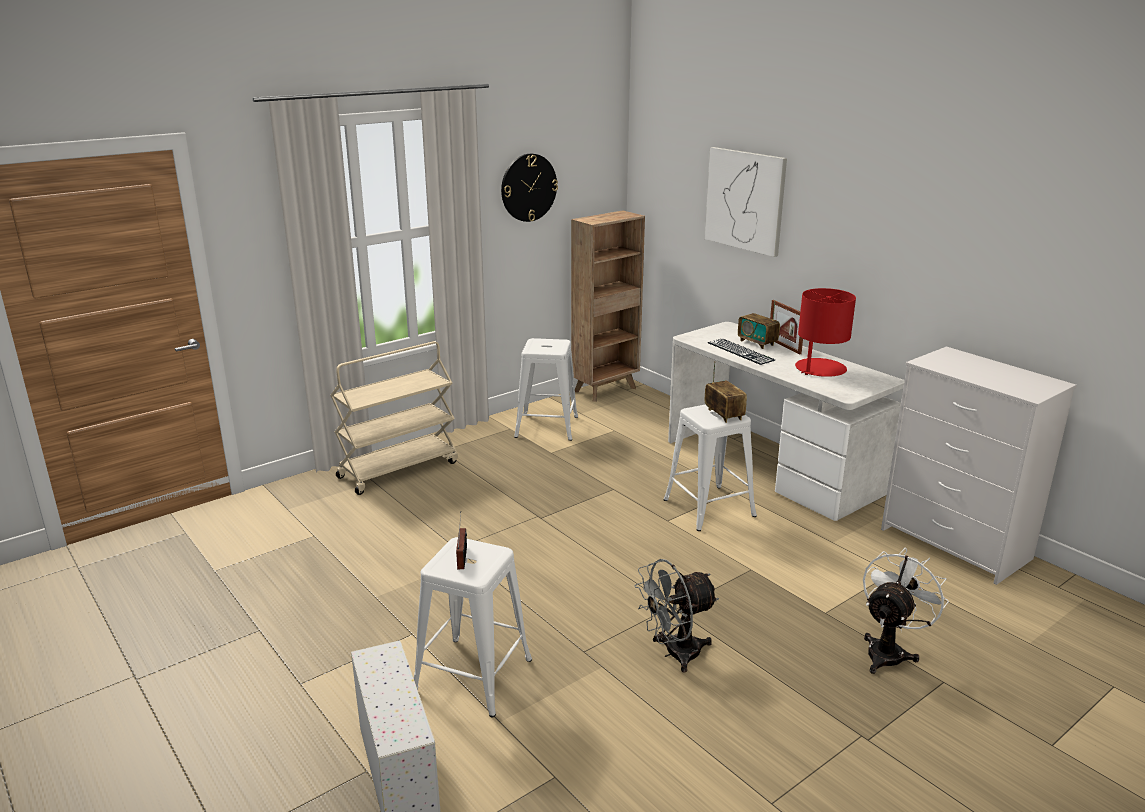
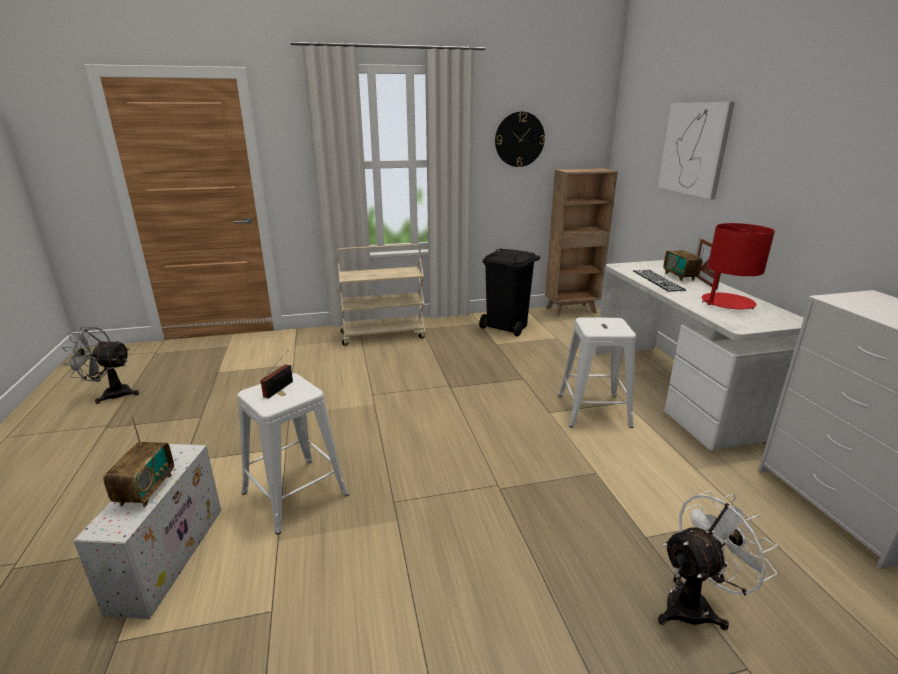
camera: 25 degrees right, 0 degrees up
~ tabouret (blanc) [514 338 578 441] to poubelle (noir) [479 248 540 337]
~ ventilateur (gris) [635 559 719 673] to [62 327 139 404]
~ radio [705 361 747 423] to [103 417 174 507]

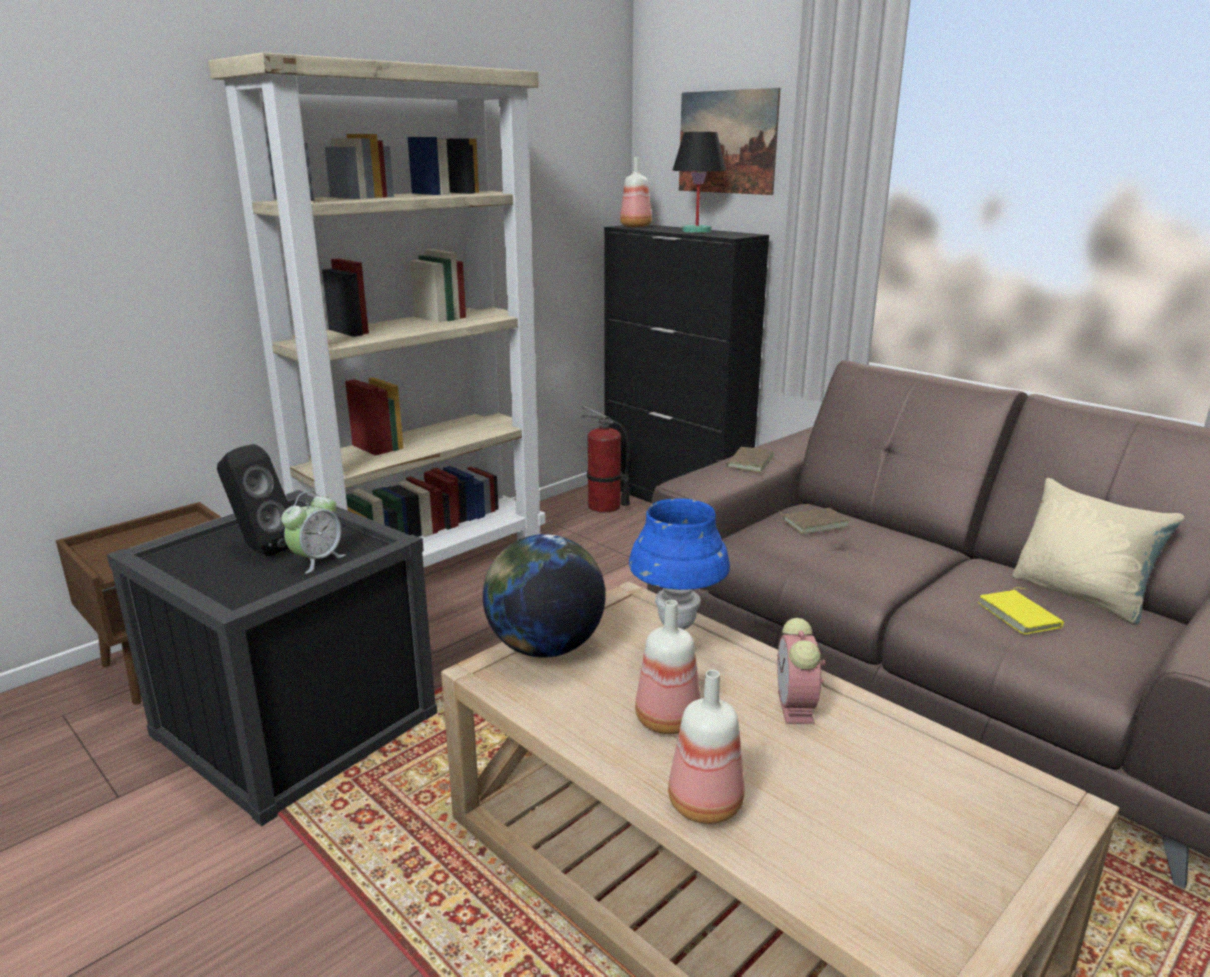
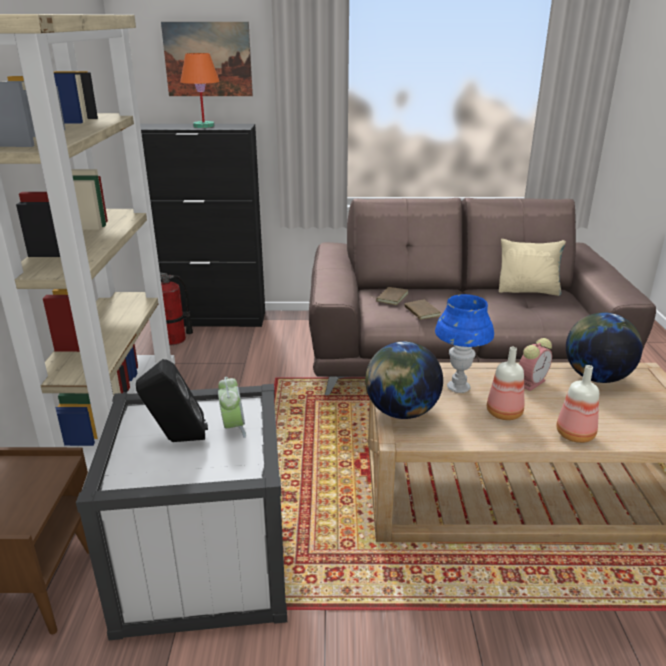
camera: 45 degrees left, 5 degrees up
~ boîte de rangement (noir) [106 490 437 826] to boîte de rangement (blanc) [76 384 287 640]
- bouteille [620 158 652 227]
~ lampe de table (noir) [673 132 726 233] to lampe de table (orange) [180 53 220 128]
~ livre (marron) [717 447 774 472] to [404 300 440 320]
~ réveil [777 618 826 724] = [519 338 552 391] 90 degrees counterclockwise
- livre (jaune) [978 587 1064 635]
+ globe [566 312 643 383]

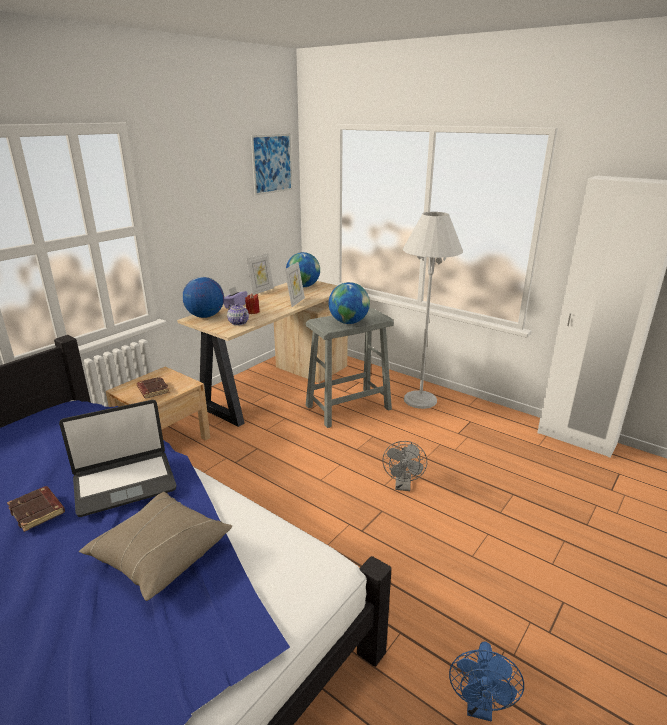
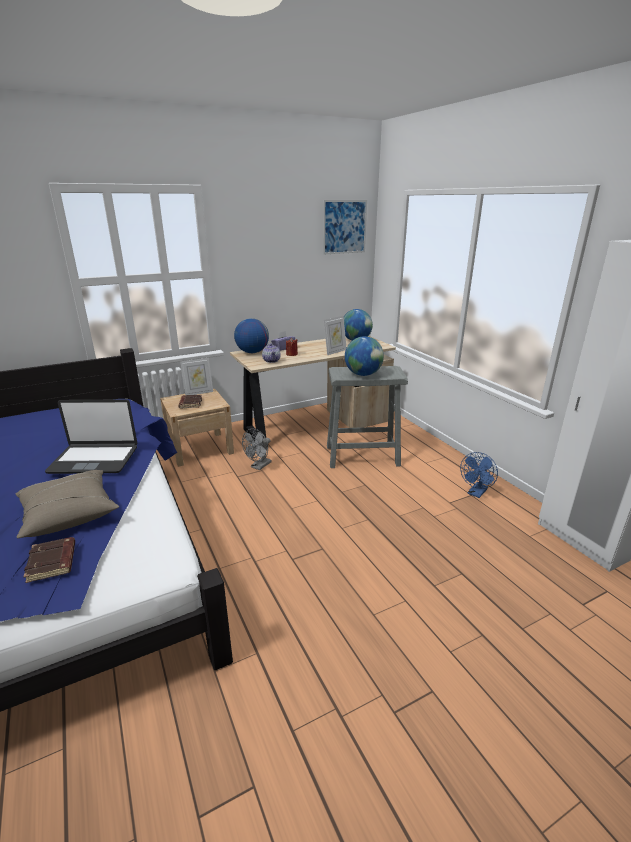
camera: 25 degrees right, 0 degrees up
~ livre (marron) [7 486 65 532] to [23 537 75 583]
~ cadre photo [246 253 274 295] to [180 358 213 395]
~ ventilateur (gris) [382 441 427 491] to [242 429 272 470]
- lampadaire (blanc) [403 212 463 409]
~ ventilateur (bleu) [449 642 524 722] to [460 452 498 498]

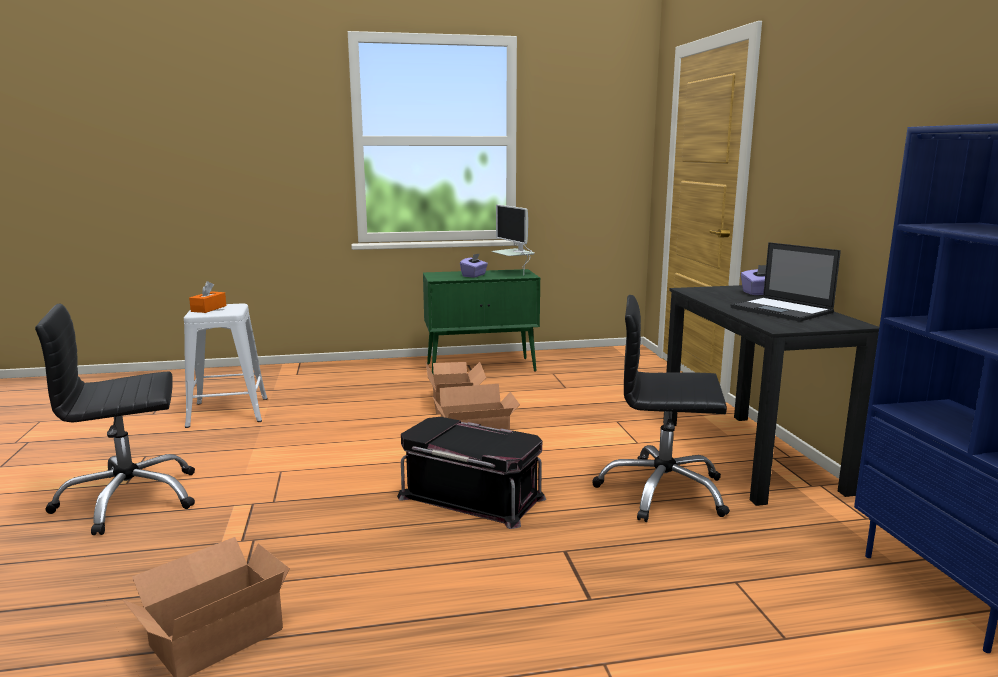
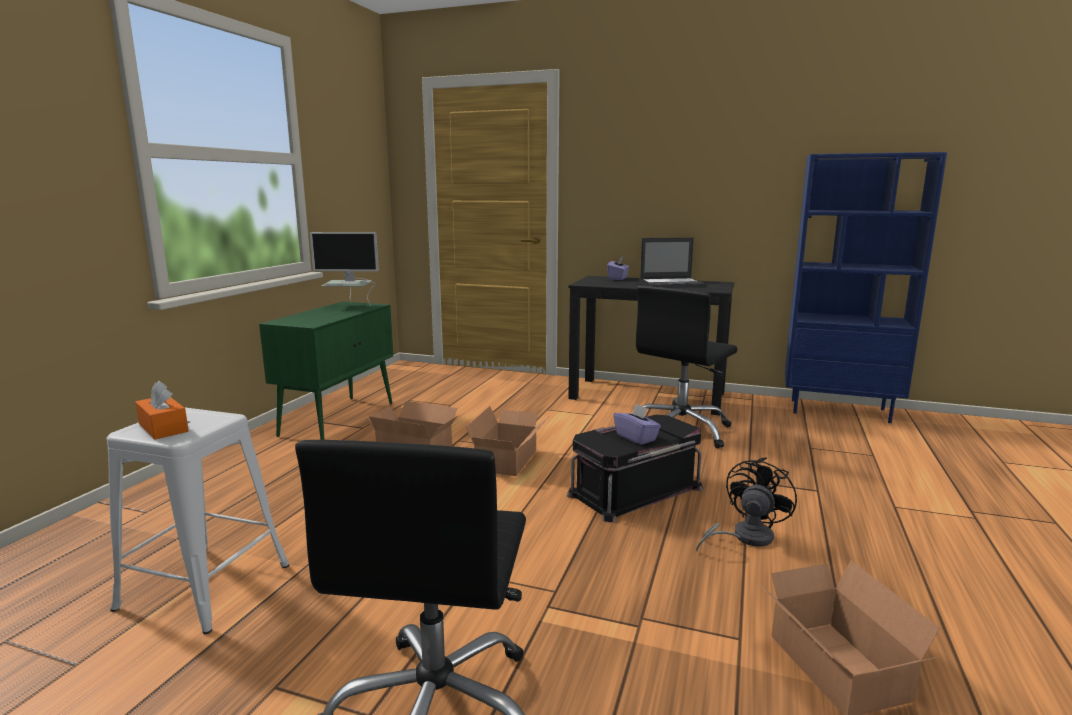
camera: 60 degrees left, 0 degrees up
~ boîte à mouchoirs (violet) [460 253 488 278] to [614 403 661 445]
+ ventilateur (noir) [696 457 797 551]

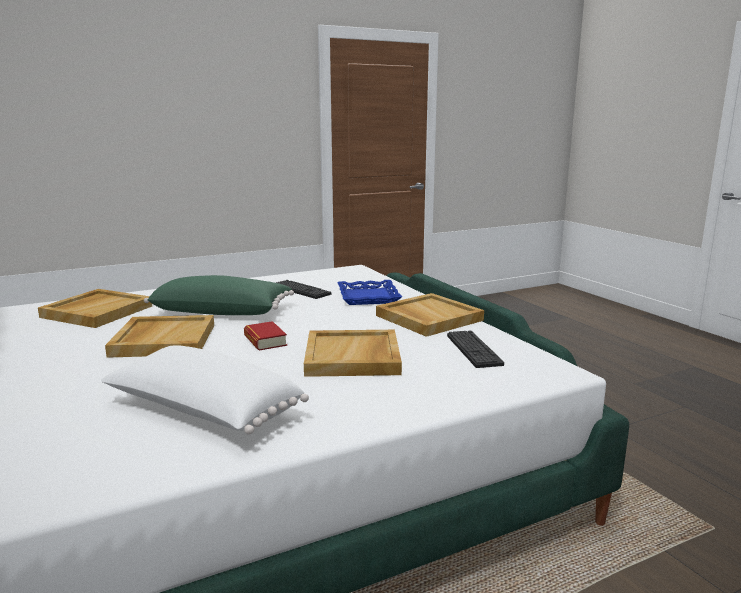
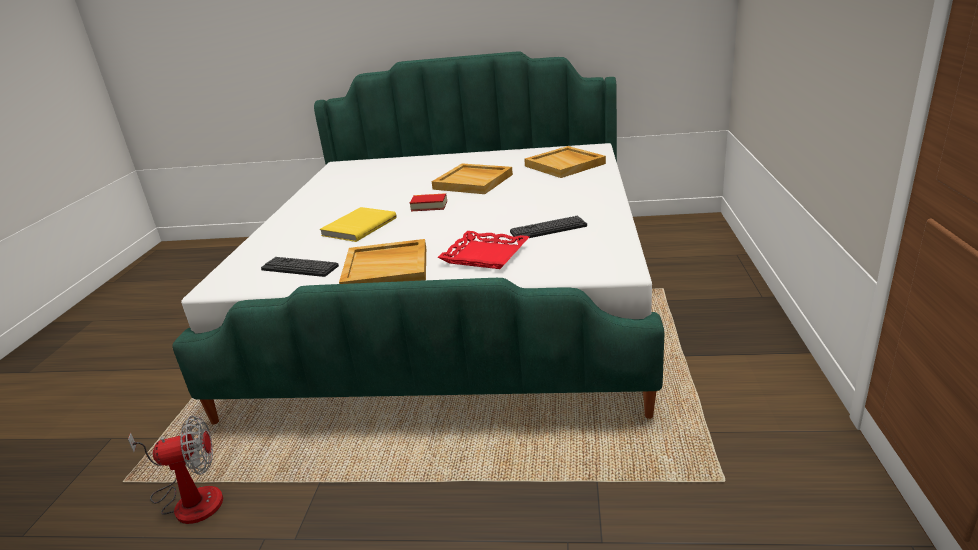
camera: 125 degrees right, 10 degrees up
- coussin (blanc) [101 345 309 434]
- coussin (vert) [144 275 294 315]
~ plateau (beige) [304 330 402 377] to livre (jaune) [320 207 396 242]
~ plateau (bleu) [337 280 402 305] to plateau (rouge) [438 231 529 269]
+ ventilateur [128 416 223 524]

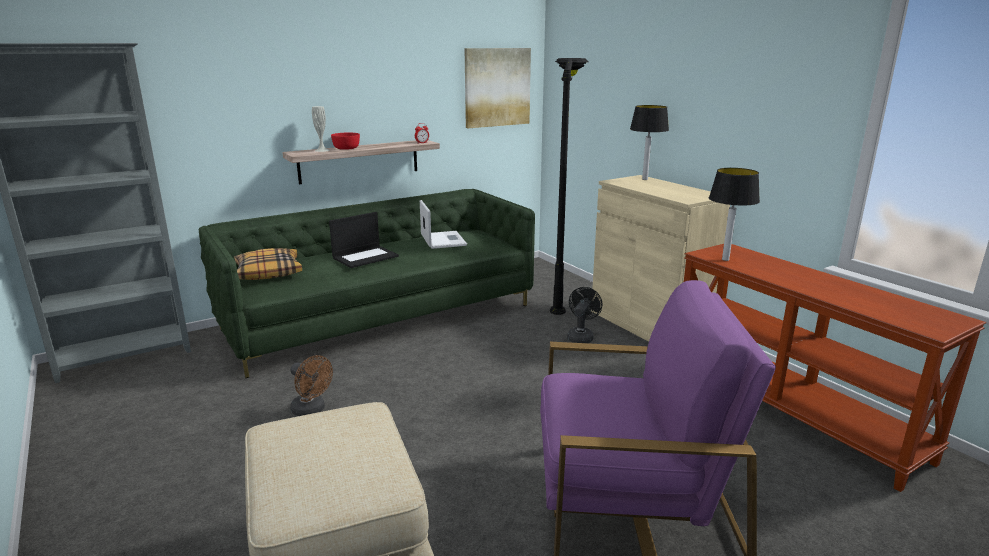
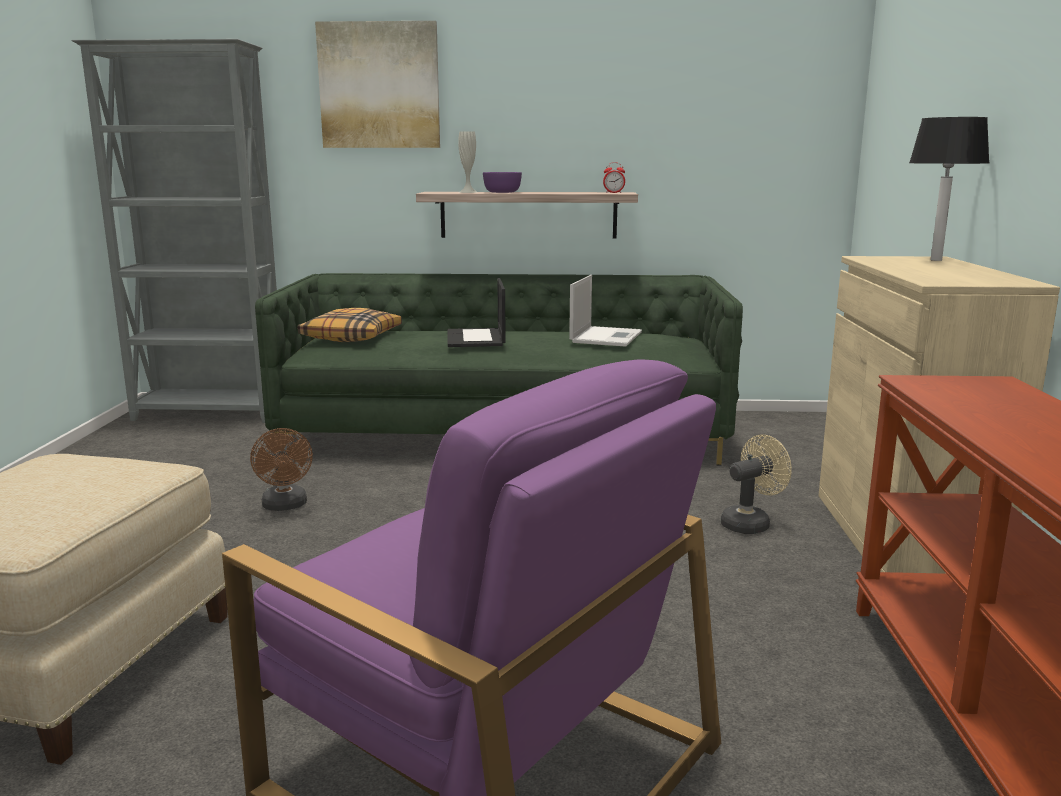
camera: 35 degrees right, 5 degrees down
~ ordinateur portable [329 212 399 268] = [448 278 506 347] 90 degrees clockwise
~ bol (rouge) [331 133 360 150] to bol (violet) [483 172 522 193]
~ tableau [464 48 531 128] to [315 21 440 148]
- lampadaire (noir) [550 58 588 315]
~ ventilateur (noir) [567 287 602 343] to ventilateur (beige) [721 435 792 534]
- lampe de table [709 168 760 261]

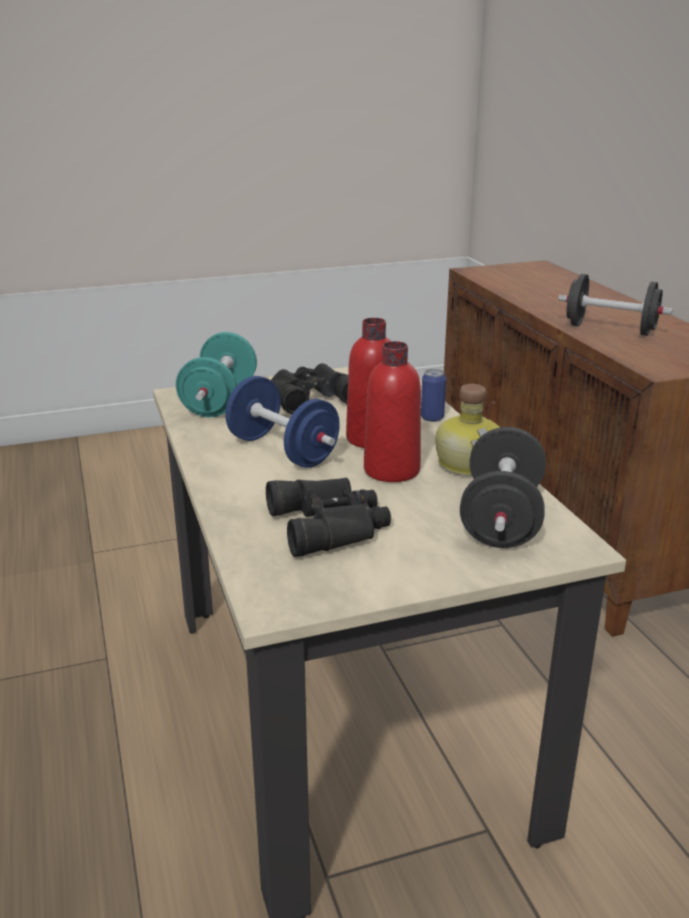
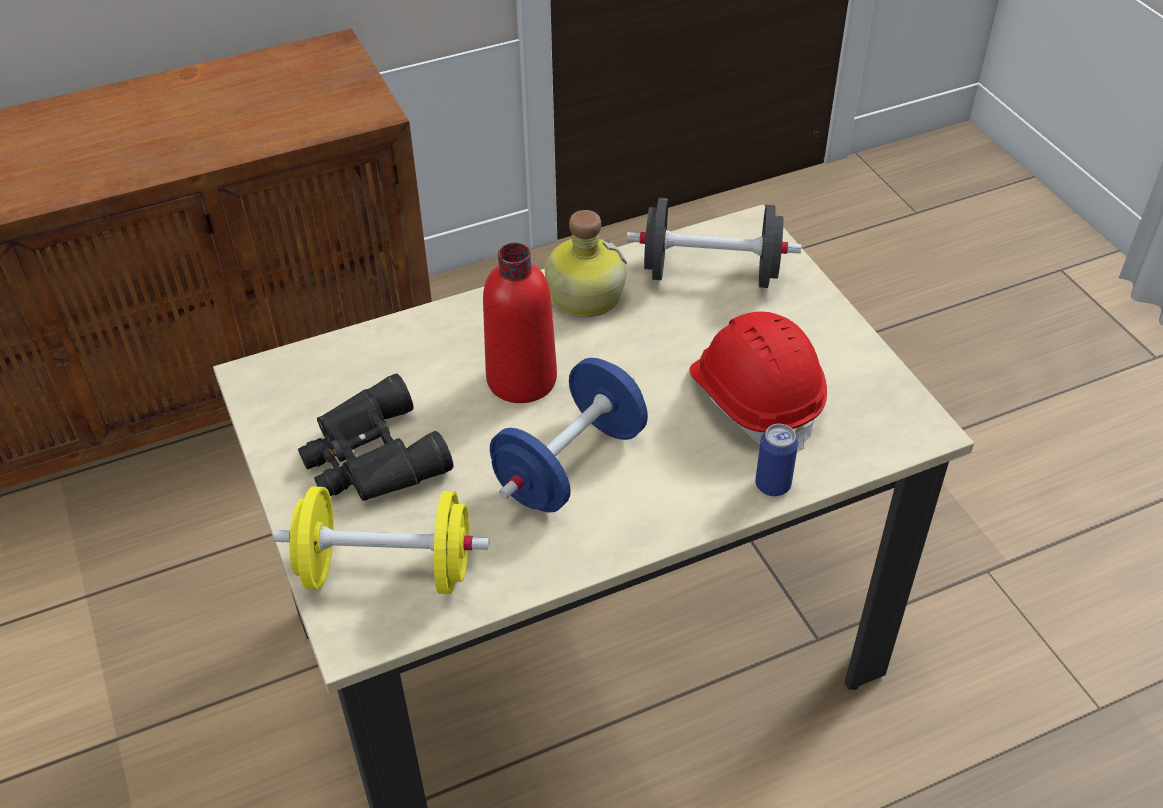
camera: 95 degrees left, 20 degrees up
~ haltère (turquoise) [176 332 257 417] to haltère (jaune) [273 487 489 594]
~ jumelles (noir) [266 477 391 557] to casque de chantier (rouge) [690 311 827 450]
- bouteille (rouge) [364 341 421 482]
~ boîte métallique [421 369 446 422] to [755 424 798 496]
- haltère (noir) [558 274 673 336]

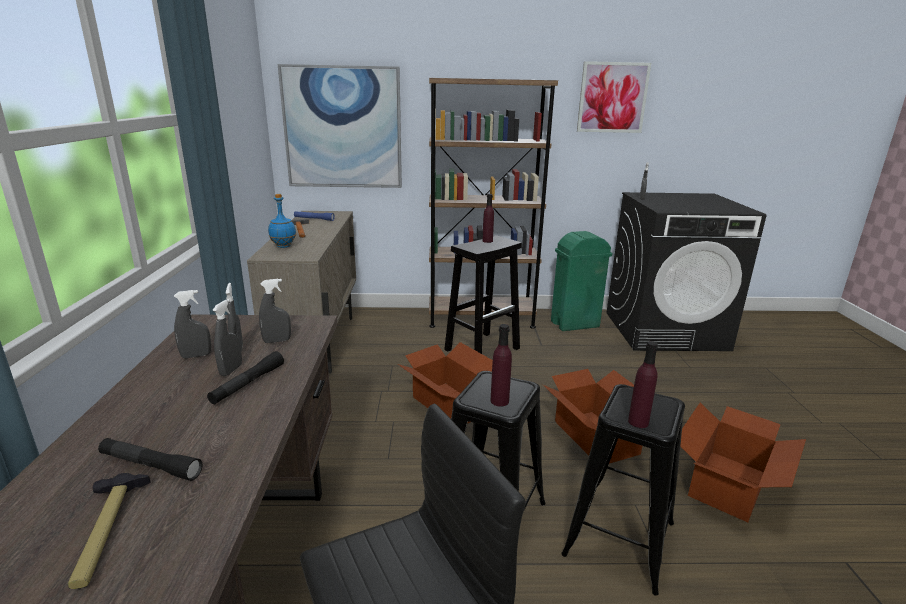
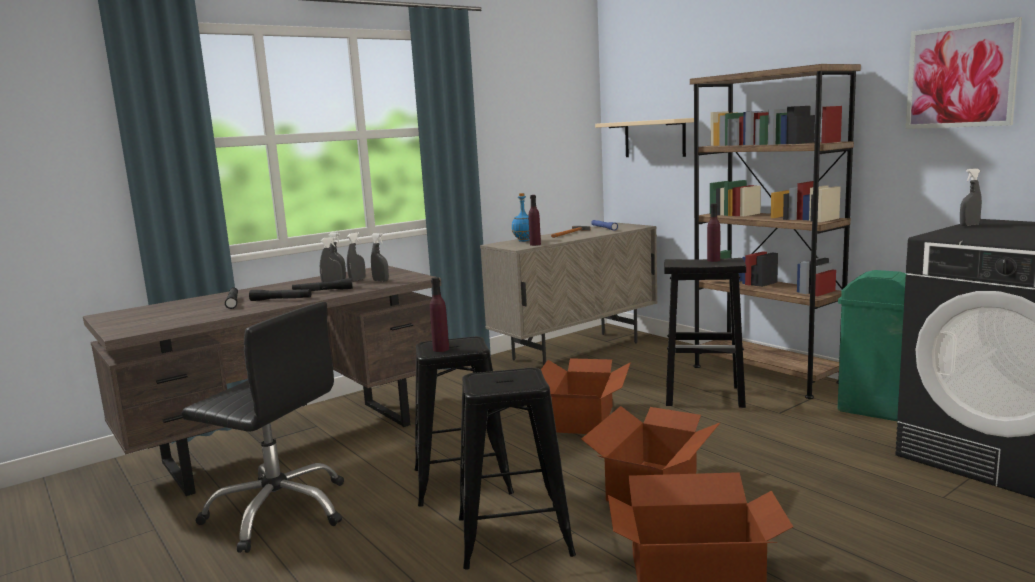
camera: 55 degrees right, 10 degrees down
- marteau [68 473 151 589]
~ tableau [278 64 402 188] to étagère (beige) [595 118 694 157]
~ bouteille (violet) [628 341 658 428] to [529 195 541 246]
+ lampe de poche (noir) [249 289 311 301]

